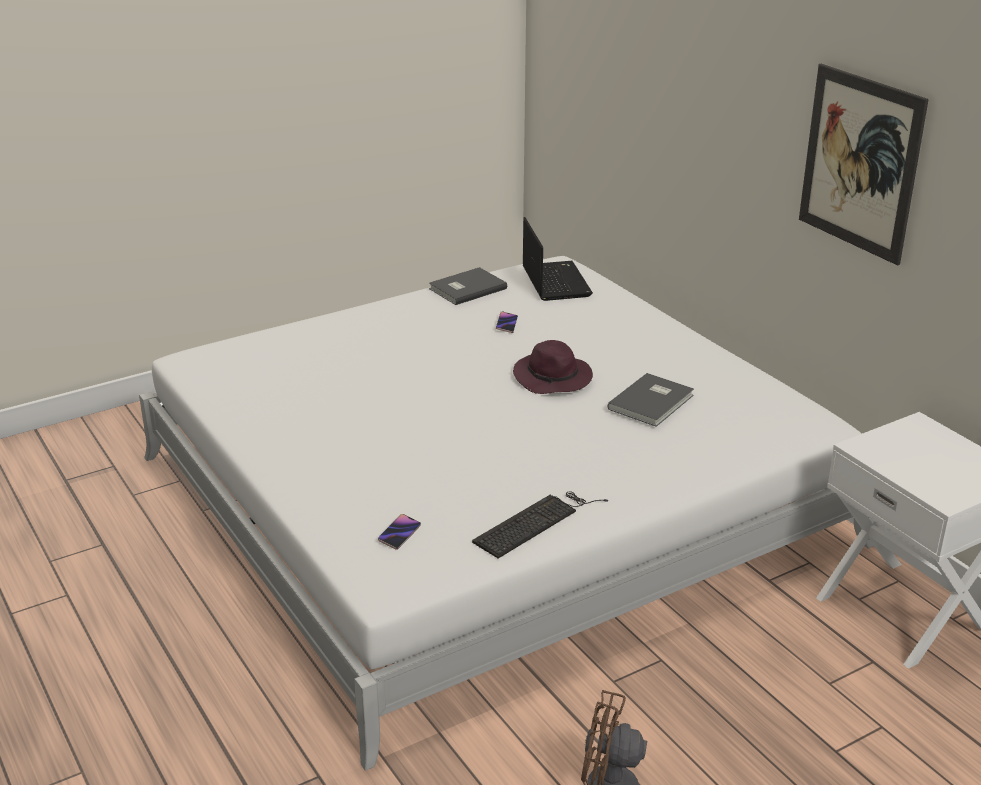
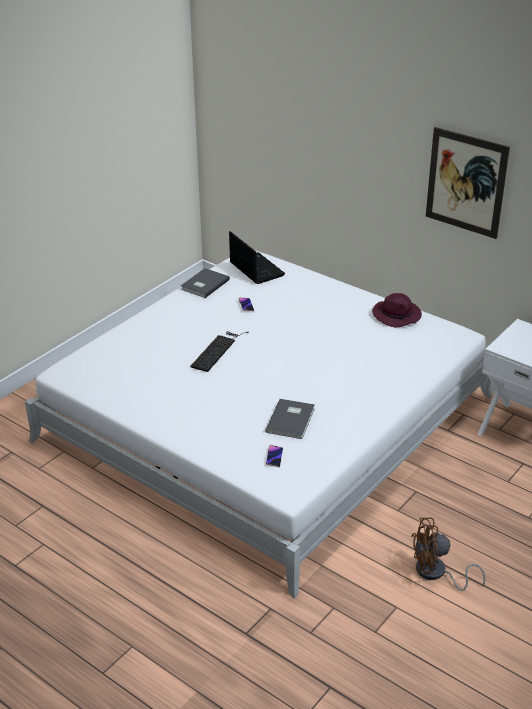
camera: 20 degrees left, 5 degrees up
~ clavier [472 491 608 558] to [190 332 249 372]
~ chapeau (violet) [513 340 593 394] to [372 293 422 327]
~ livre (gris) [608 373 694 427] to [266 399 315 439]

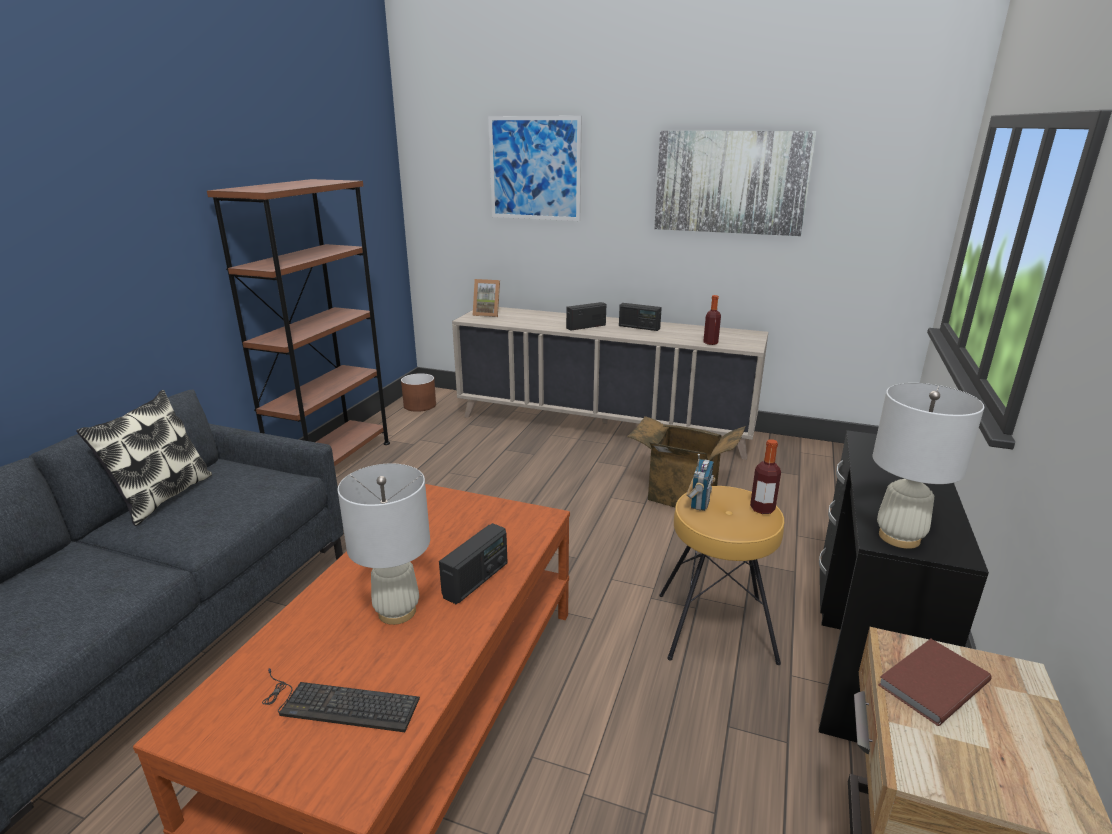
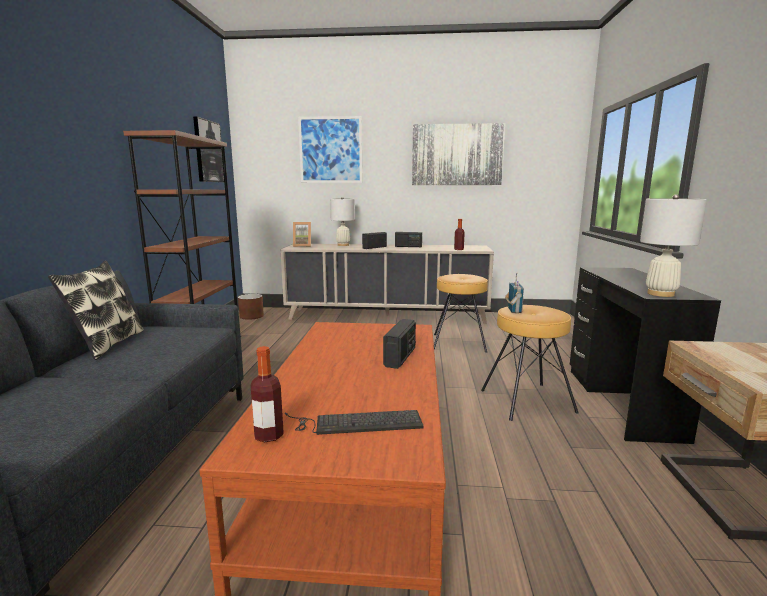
camera: 15 degrees left, 10 degrees down
~ lampe de table (blanc) [338 464 430 625] to [330 197 355 246]
~ carton [627 416 745 507] to tabouret (marron) [434 274 488 353]
~ bouteille [750 439 781 514] to [250 346 284 443]
- livre (marron) [878 639 992 726]
+ tableau [193 117 224 182]

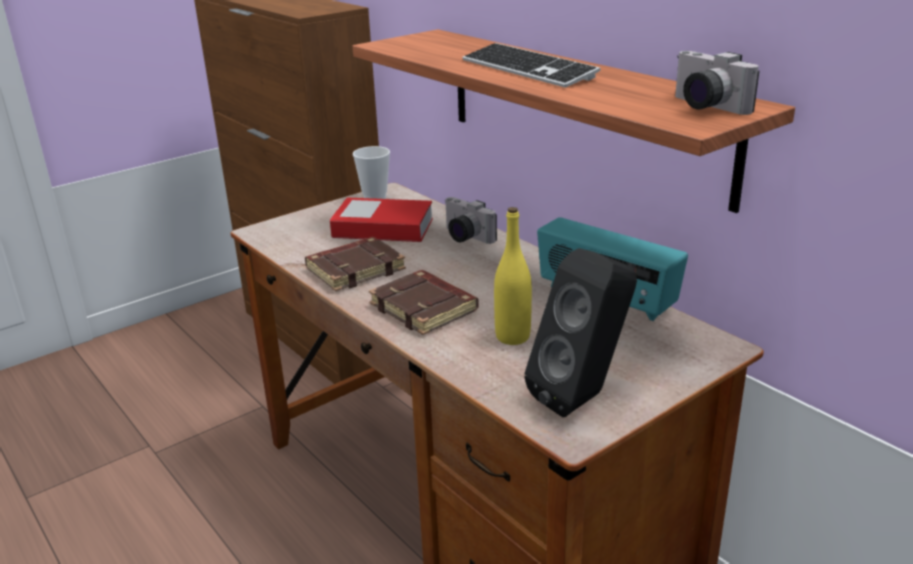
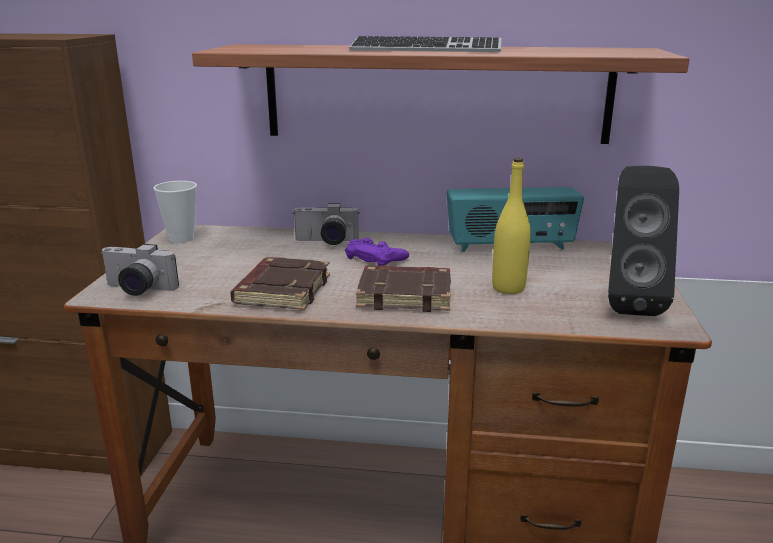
camera: 45 degrees left, 5 degrees down
- livre [330 198 433 242]
~ appareil photo [675 51 759 115] to [102 244 179 296]
+ manette (violet) [345 238 409 266]

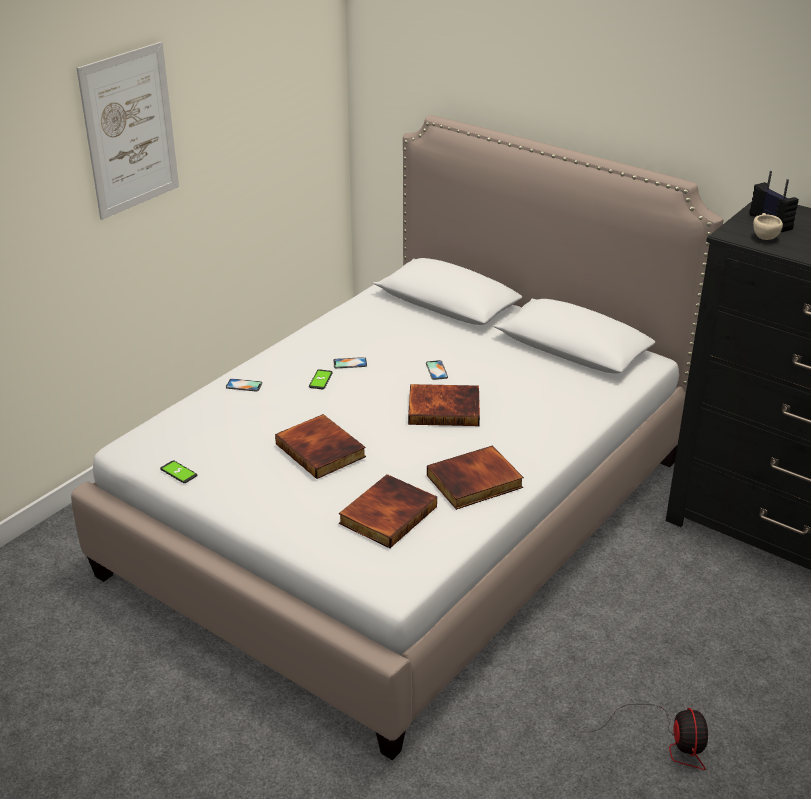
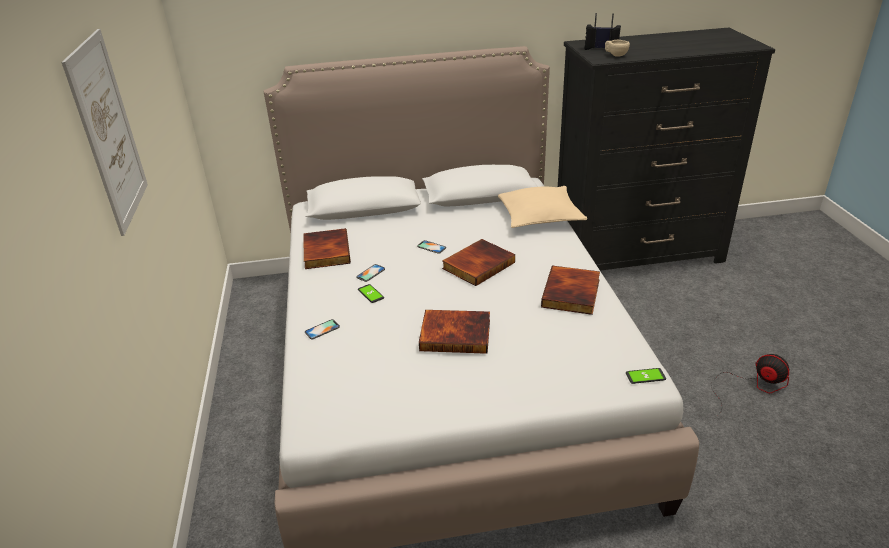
camera: 45 degrees left, 0 degrees up
~ téléphone [160 460 197 483] to [626 368 666 384]
~ livre [339 474 437 548] to [303 229 351 269]
+ coussin (beige) [498 186 587 228]

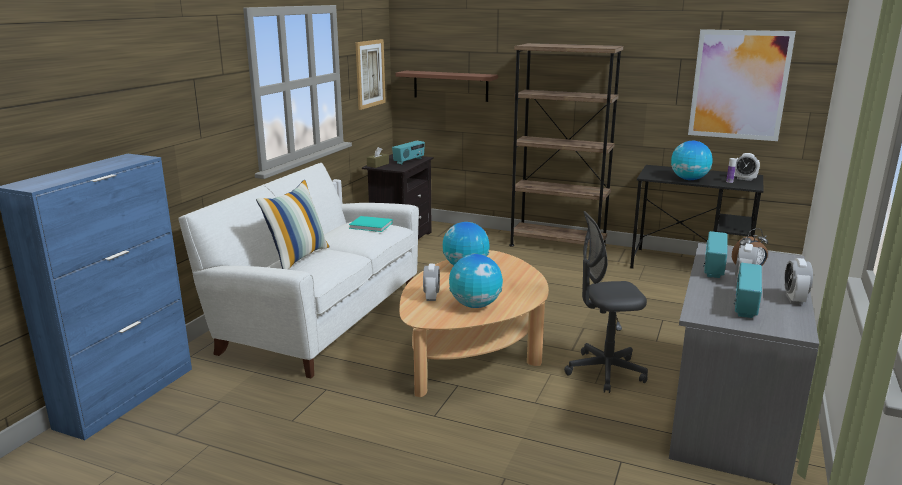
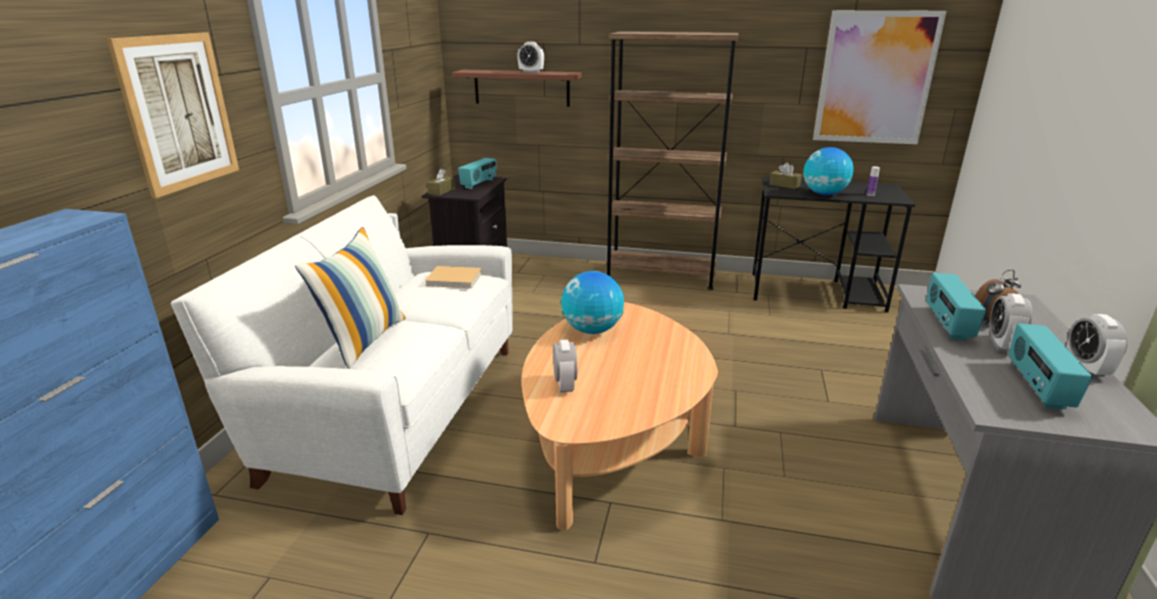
camera: 10 degrees left, 5 degrees up
~ livre (turquoise) [349 216 393 232] to livre (beige) [425 266 482 288]
~ tableau [356 39 386 110] to [107 32 239 198]
- globe [449 254 503 308]
- chaise de bureau (gris) [564 211 648 393]
~ réveil [734 153 760 181] to [517 42 544 73]
+ boîte à mouchoirs (marron) [769 162 802 189]

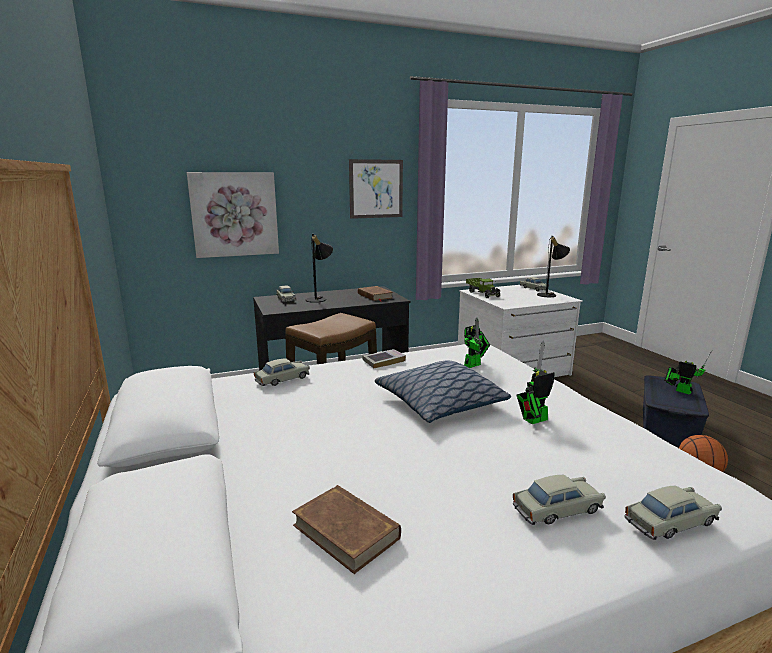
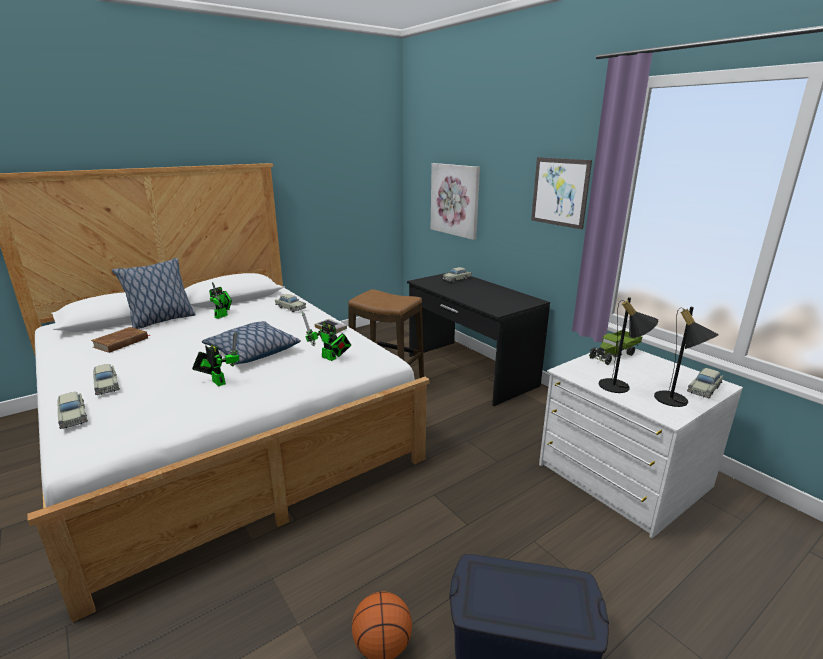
camera: 75 degrees right, 5 degrees up
~ lampe de table (noir) [306 234 333 303] to [599 297 658 393]
- livre (marron) [358 286 393 302]
~ robot jouet [664 351 712 395] to [209 282 232 319]
+ coussin [112 258 196 329]

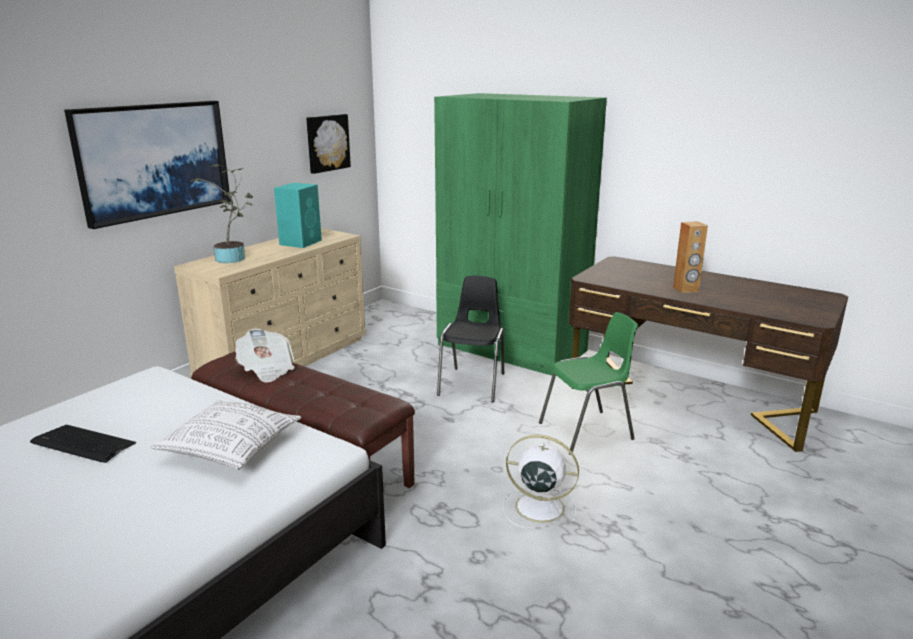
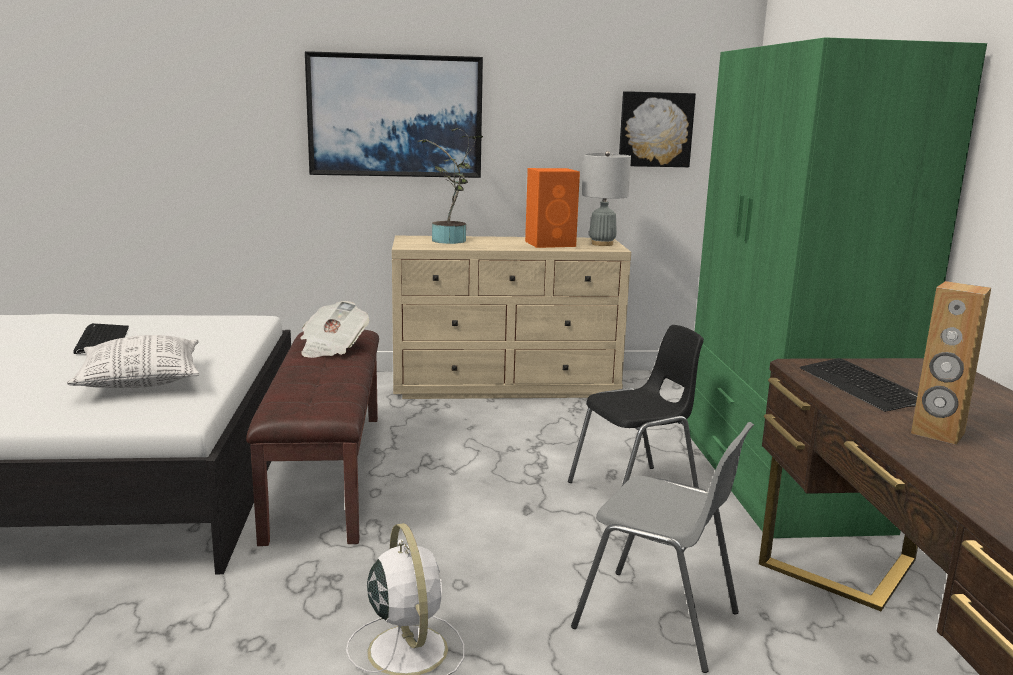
camera: 50 degrees right, 5 degrees down
~ enceinte (turquoise) [274 183 322 248] to enceinte (orange) [525 168 580 248]
~ chaise (vert) [539 312 638 455] to chaise (gris) [571 422 754 673]
+ lampe de table (gris) [582 151 631 246]
+ clavier [800 358 918 412]

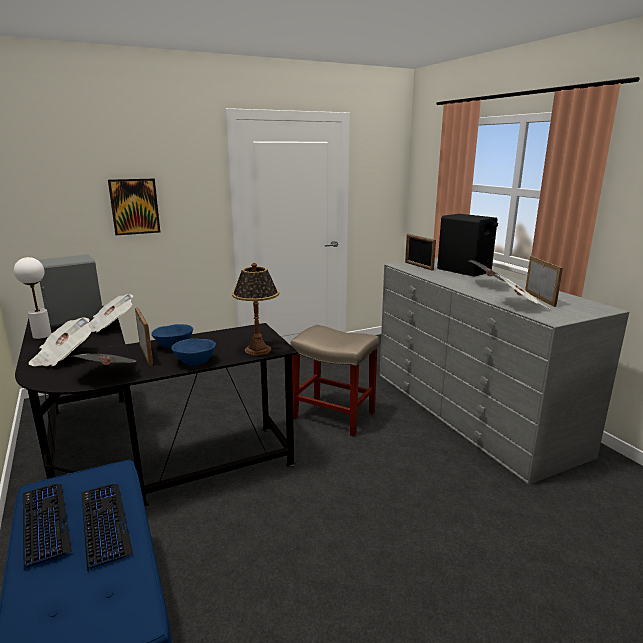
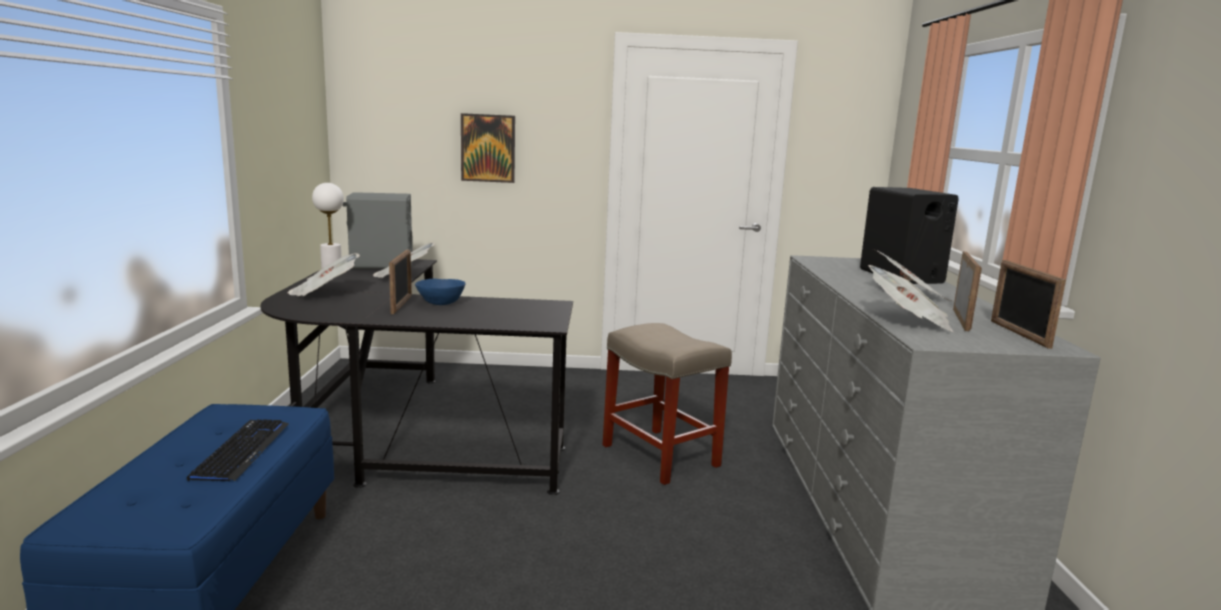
camera: 25 degrees right, 5 degrees down
- clavier [23 484 72 570]
- journal [74 354 137 365]
- bol (bleu) [171 338 216 366]
- lampe de table [232 263 279 356]
~ cadre photo [405 234 436 271] to [991 260 1066 349]

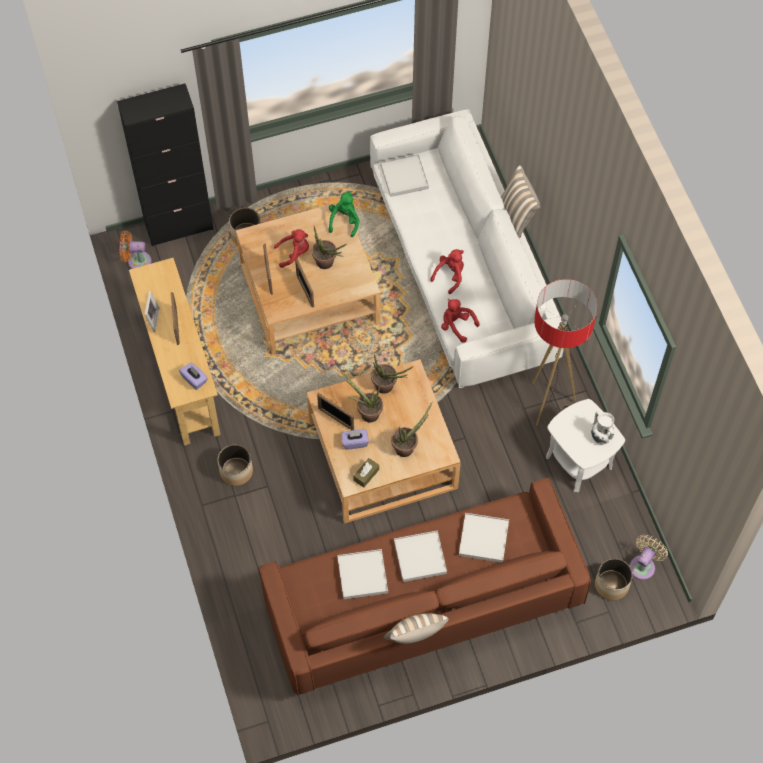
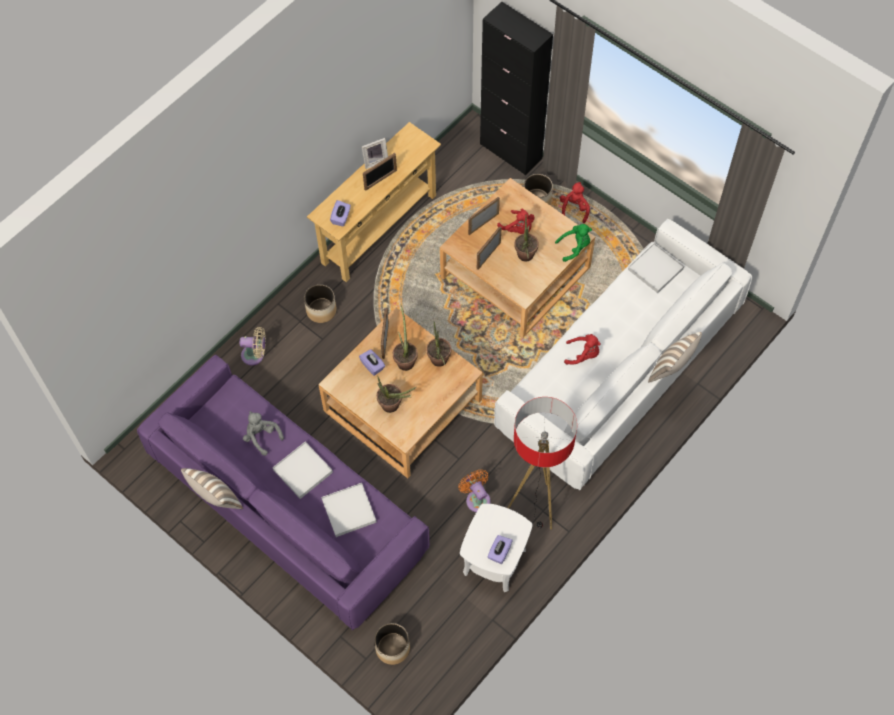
camera: 60 degrees right, 0 degrees up
~ ventilateur (orange) [119 231 151 269] to [458 470 491 512]
~ canapé (marron) [258 477 591 696] to canapé (violet) [137 355 430 630]
~ plateau (blanc) [337 549 388 599] to peluche (gris) [243 411 284 456]
- boîte à mouchoirs (marron) [353 458 379 488]
~ peluche (rouge) [441 299 480 343] to [560 182 590 223]
~ vase (blanc) [591 411 614 444] to boîte à mouchoirs (violet) [488 535 513 564]
~ ventilateur (beige) [630 535 668 580] to [240 327 266 365]

